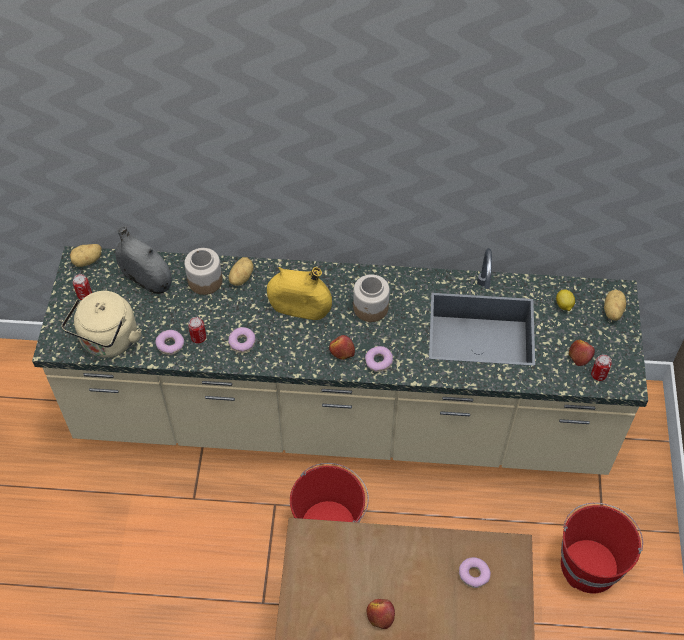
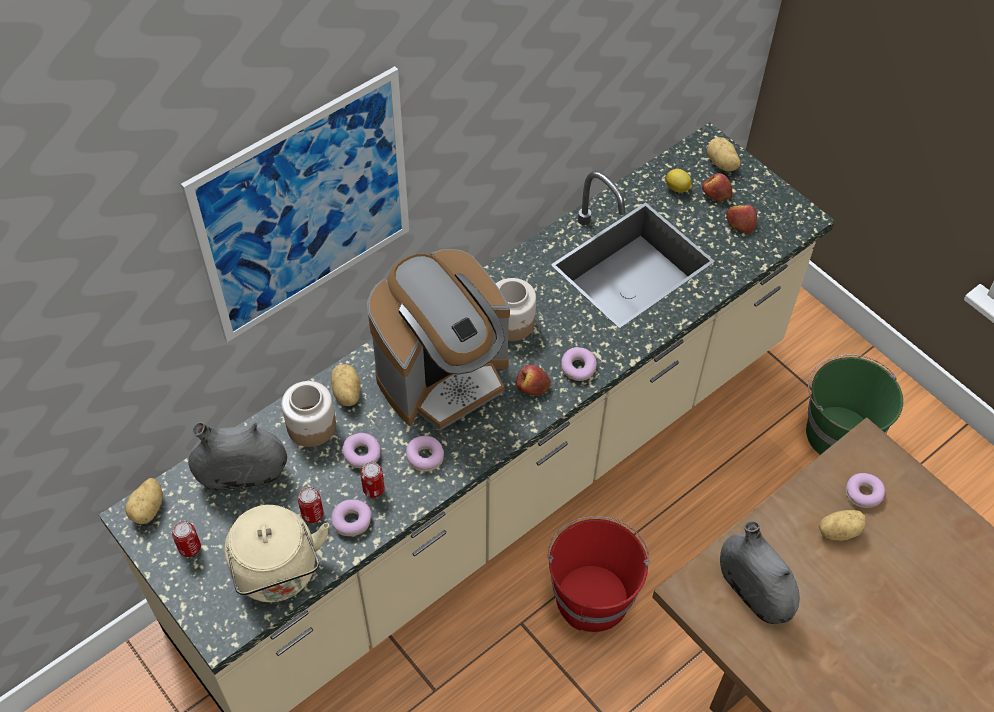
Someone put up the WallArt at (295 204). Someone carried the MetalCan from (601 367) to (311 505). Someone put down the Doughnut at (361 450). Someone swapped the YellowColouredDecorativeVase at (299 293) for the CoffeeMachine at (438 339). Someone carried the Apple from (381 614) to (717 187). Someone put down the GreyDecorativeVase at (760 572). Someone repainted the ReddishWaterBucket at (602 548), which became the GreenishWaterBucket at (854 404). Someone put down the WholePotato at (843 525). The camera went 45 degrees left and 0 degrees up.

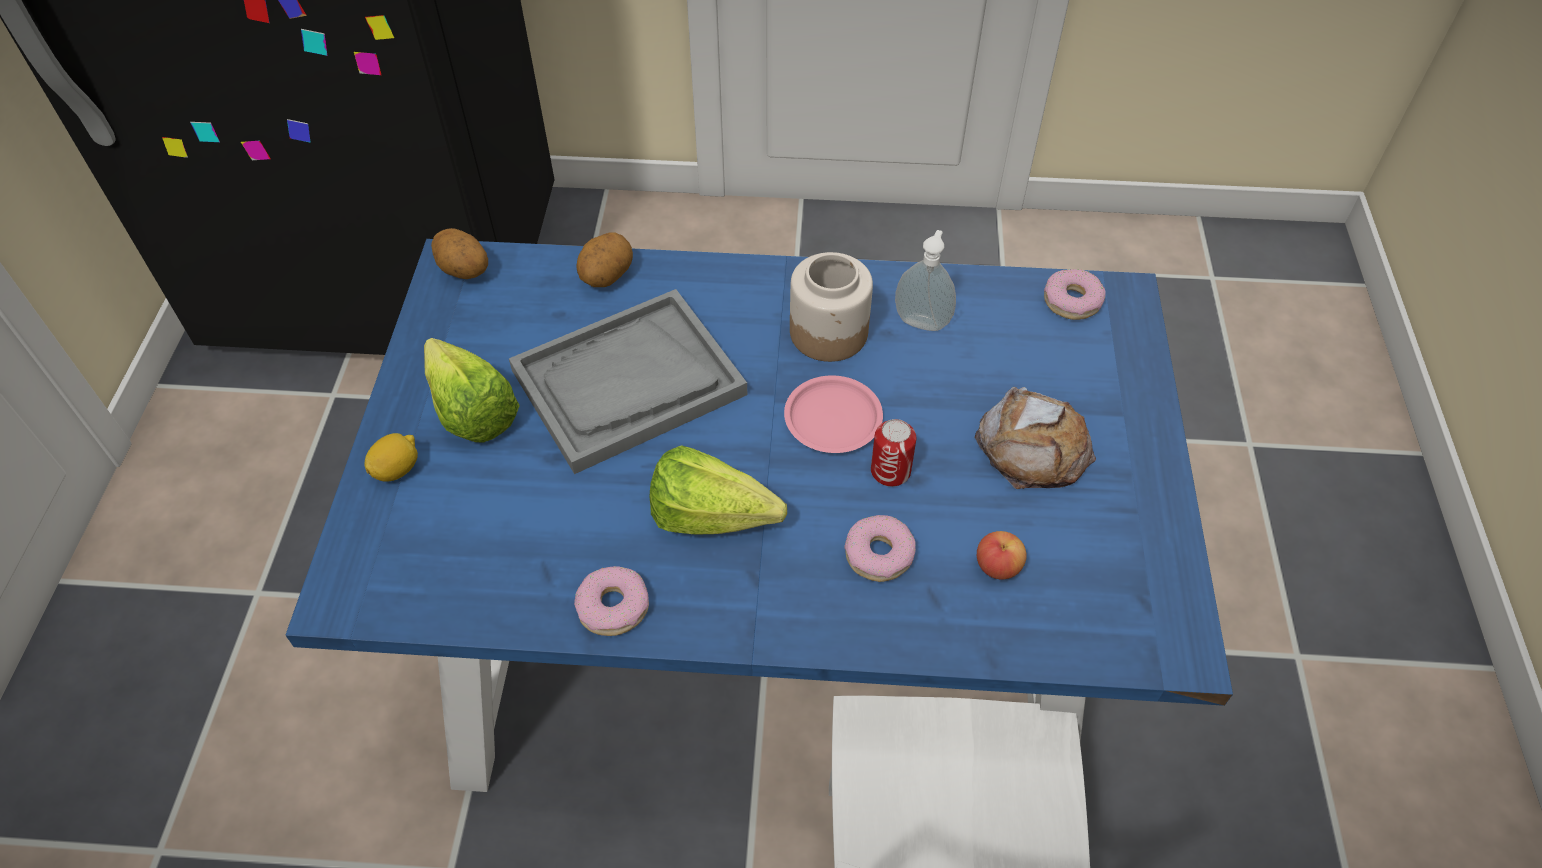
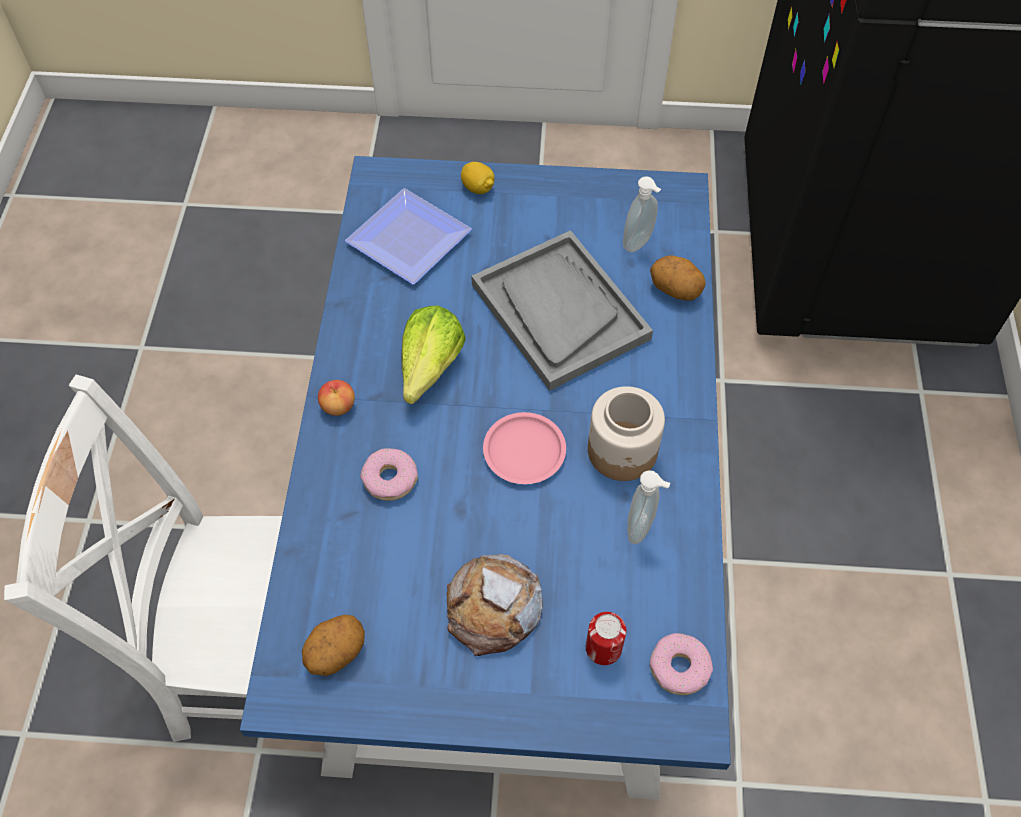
Someone carried the WholePotato from (459 253) to (333 645). Someone carried the Apple from (1002 555) to (336 398). Someone put down the Plate at (408 236). Someone carried the MetalCan from (893 453) to (606 638). Someone put down the SoapDispenser at (642 214). Someone took away the HeadOfLettuce at (472 390). Someone took away the Doughnut at (611 601). The camera went 90 degrees right and 5 degrees up.

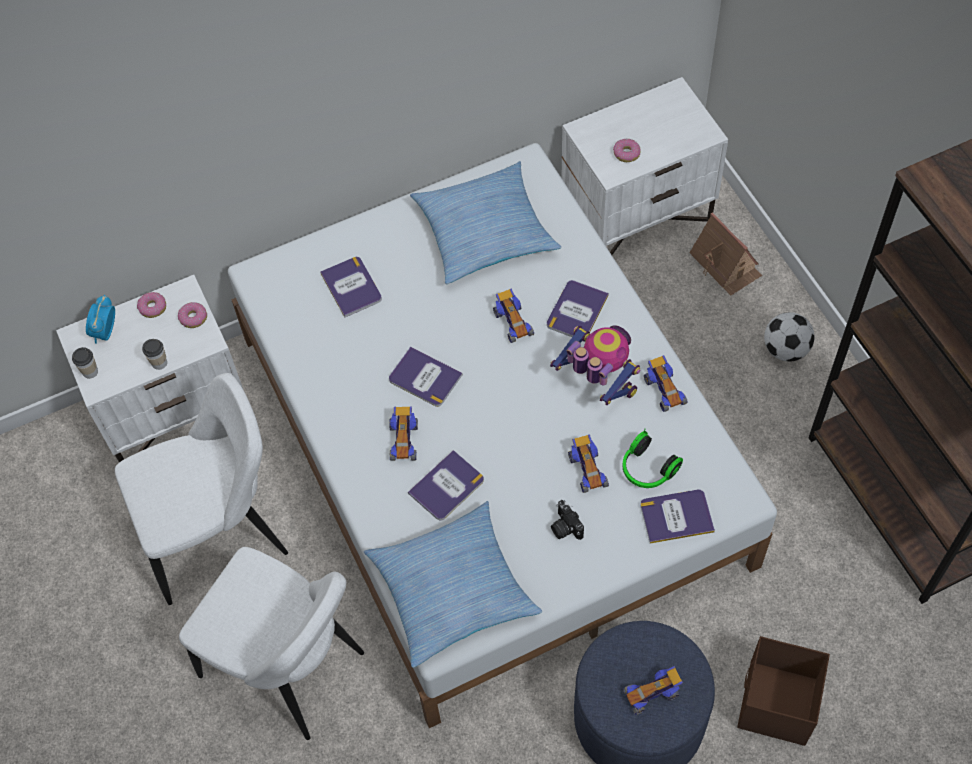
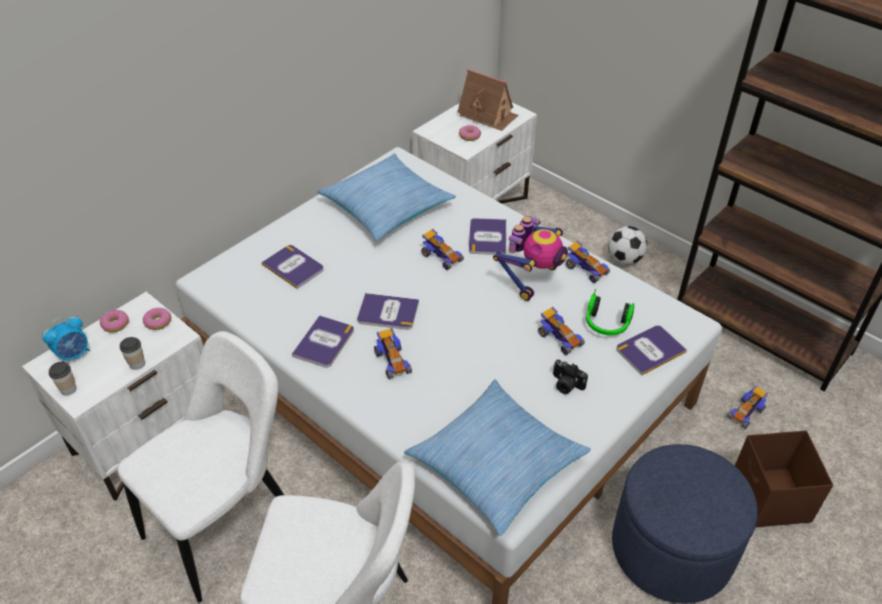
Someone rotated the BedsideClock at (100 319) by 120 degrees counterclockwise. Someone carried the Book from (446 485) to (323 341). Someone carried the MiniatureHouse from (725 253) to (487 100). Someone rotated the ModelRobot at (595 365) by 105 degrees clockwise. Someone carried the ToyCar from (653 690) to (747 407). The camera went 25 degrees left and 15 degrees down.

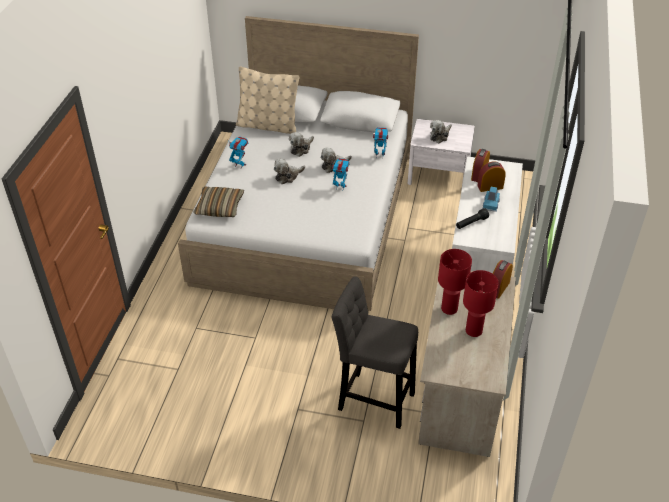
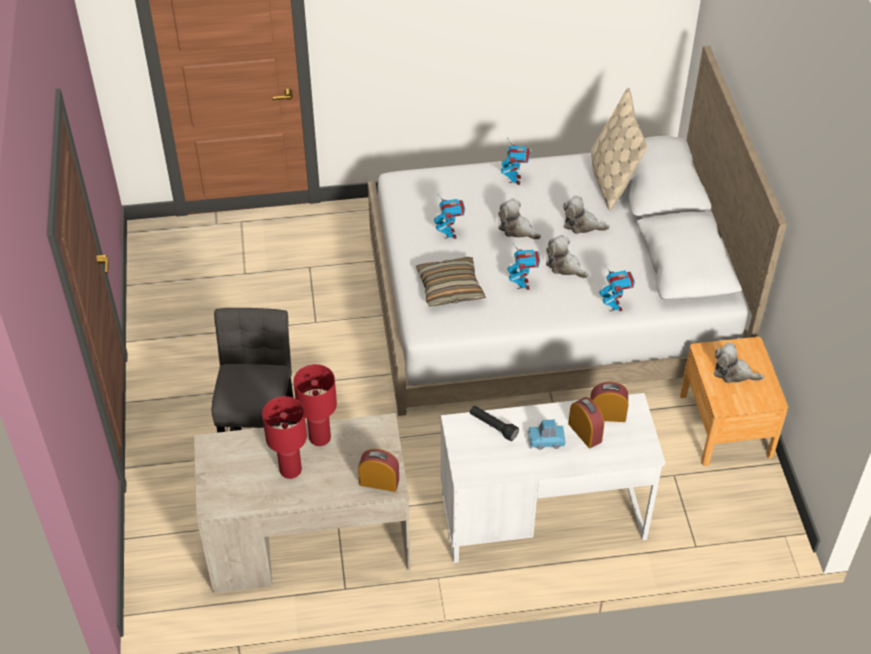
Someone carried the Pillow from (218 201) to (451 281). Someone put down the ModelRobot at (449 216). Someone repainted the WhitishBedsideTable at (441 155), which became the BrownBedsideTable at (734 401). The camera went 70 degrees right and 5 degrees up.

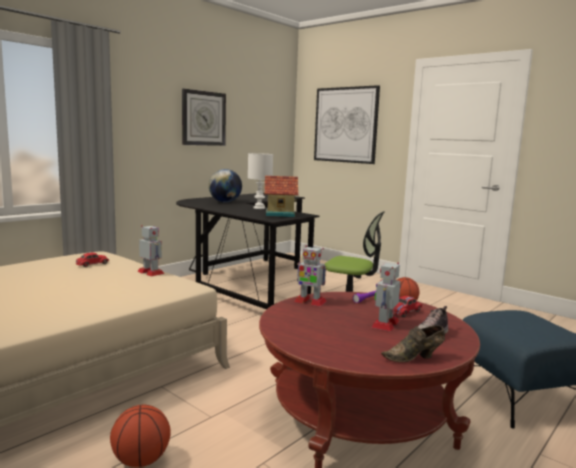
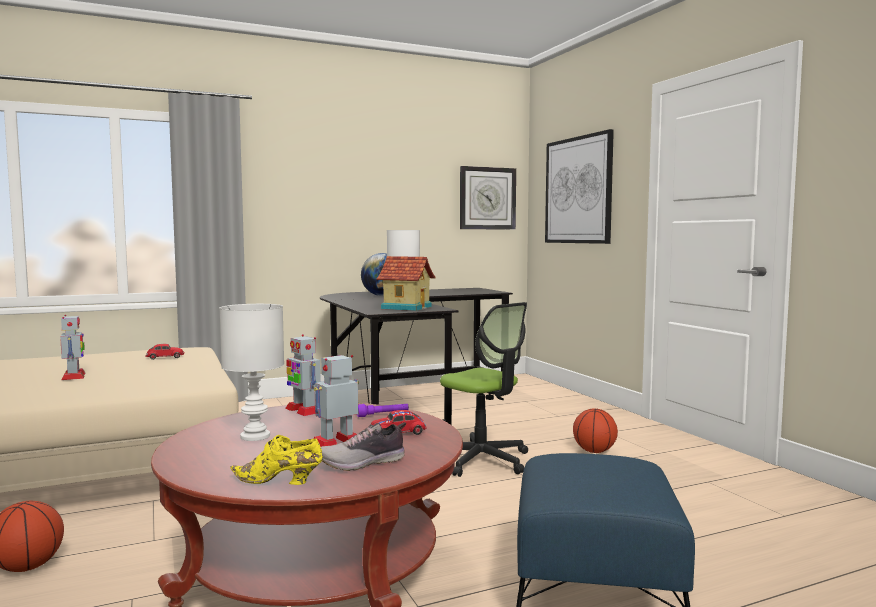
Someone carried the ModelRobot from (150 251) to (73 347). Someone put down the WhitishTableLamp at (252 372). Someone repainted the BrownItemOfFootwear at (413 343), which became the YellowColouredItemOfFootwear at (276 460). Someone carried the HangingClock from (204 117) to (488 197). The camera went 25 degrees right and 5 degrees down.

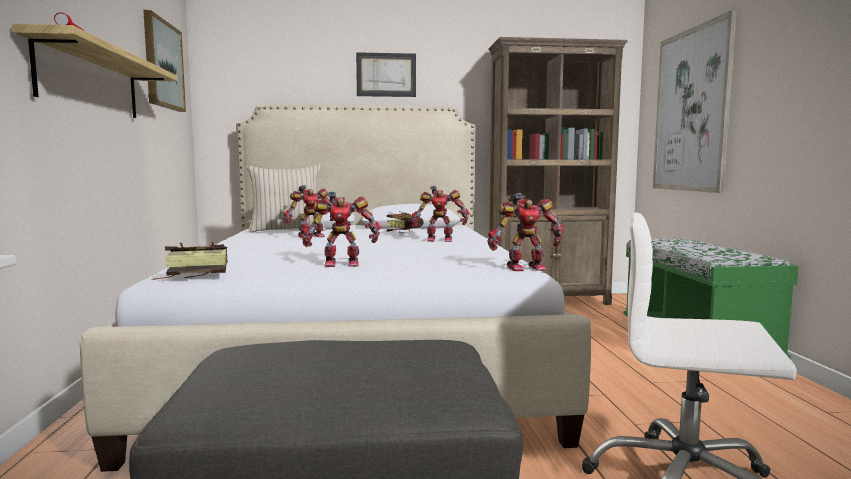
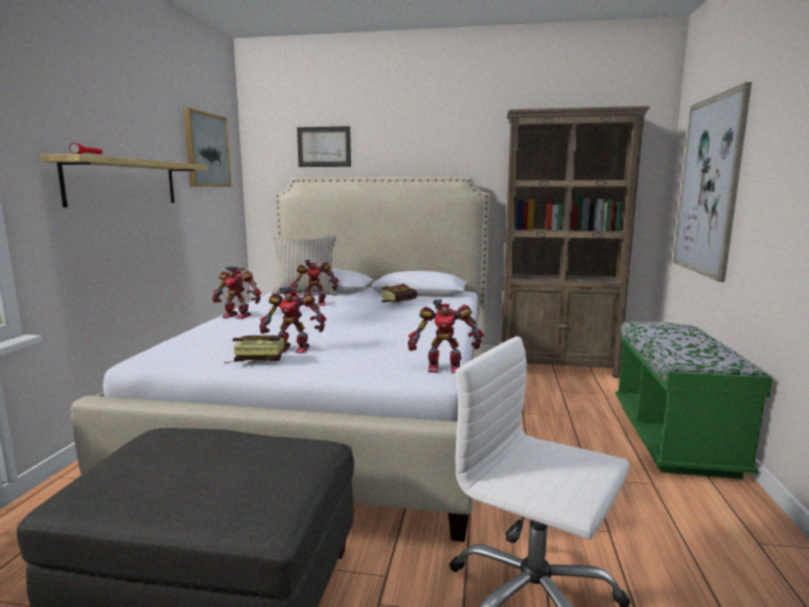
Someone carried the ModelRobot from (440 214) to (236 292). Someone carried the Book from (190 261) to (255 349). Someone carried the WallArt from (386 74) to (324 146). The camera went 15 degrees right and 5 degrees up.

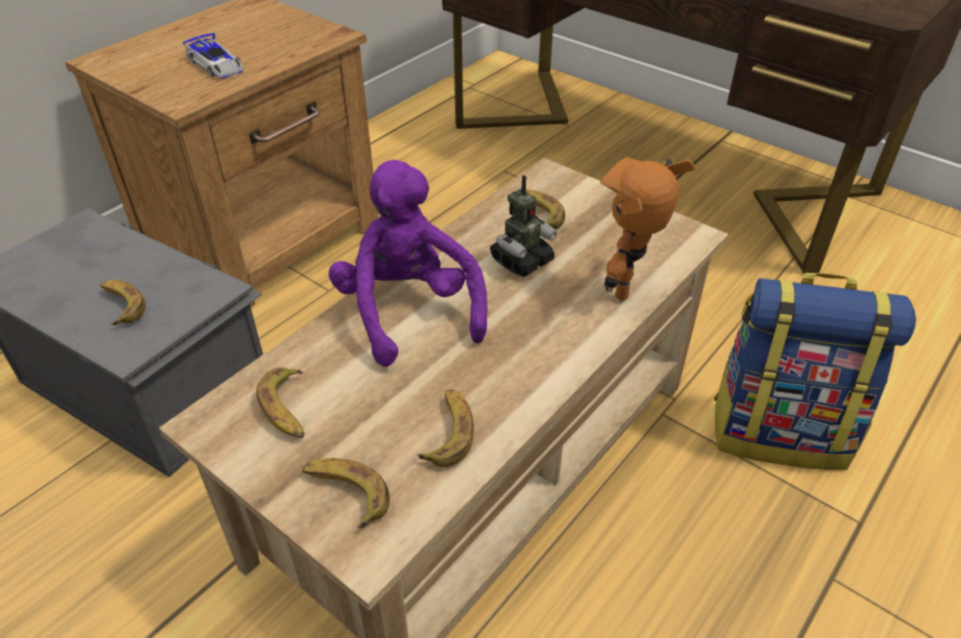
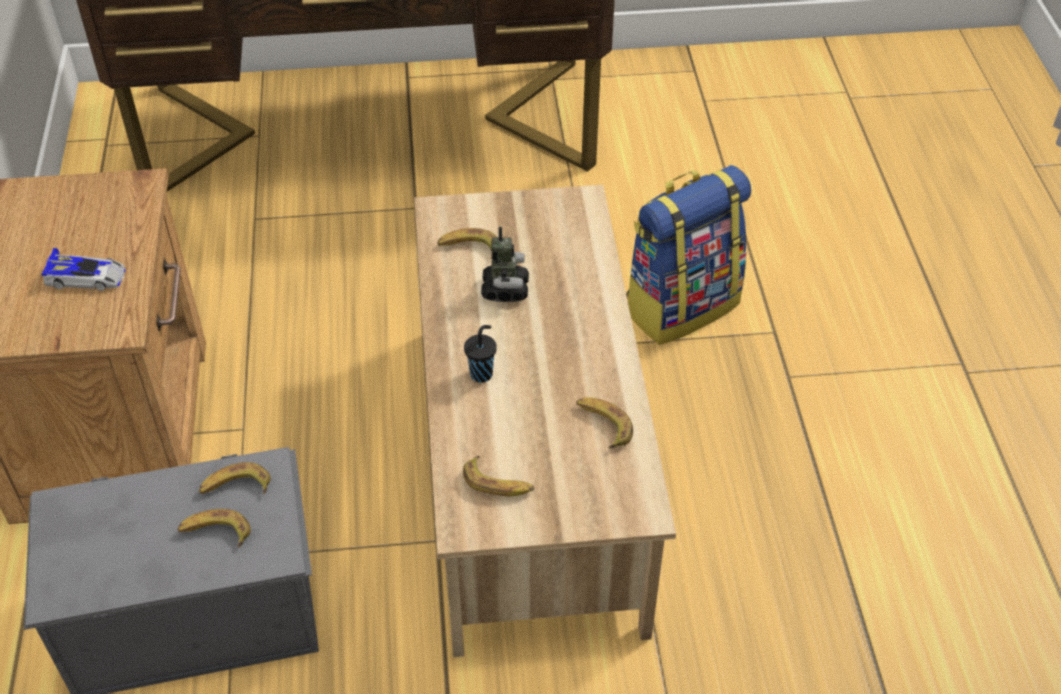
Someone carried the BananaFruit from (346 493) to (235 478). Someone swapped the PurplishCuddlyToy at (408 263) for the BlackColouredCup at (480 354). Someone took away the ModelRobot at (647 229). The camera went 45 degrees left and 5 degrees up.

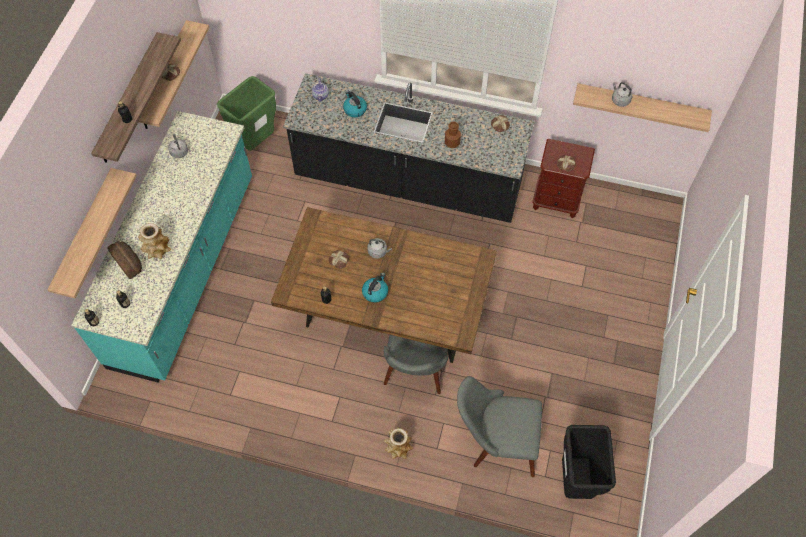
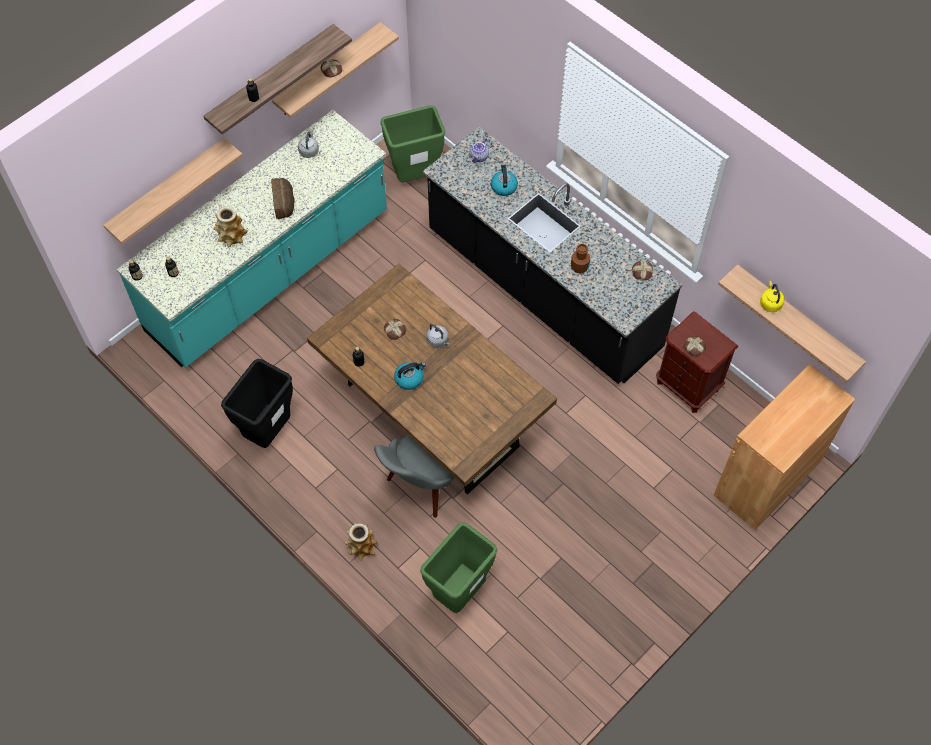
Someone carried the BlackColouredTrashCan from (589 462) to (257 403). Someone carried the BakeryBread from (125 260) to (282 198). Someone swapped the GreyChair at (499 426) for the GreenishTrashCan at (458 567). Someone put down the BrownCabinet at (784 447). Someone repainted the GreyWaterKettle at (622 94), which became the YellowColouredWaterKettle at (772 296). The camera went 30 degrees right and 0 degrees up.

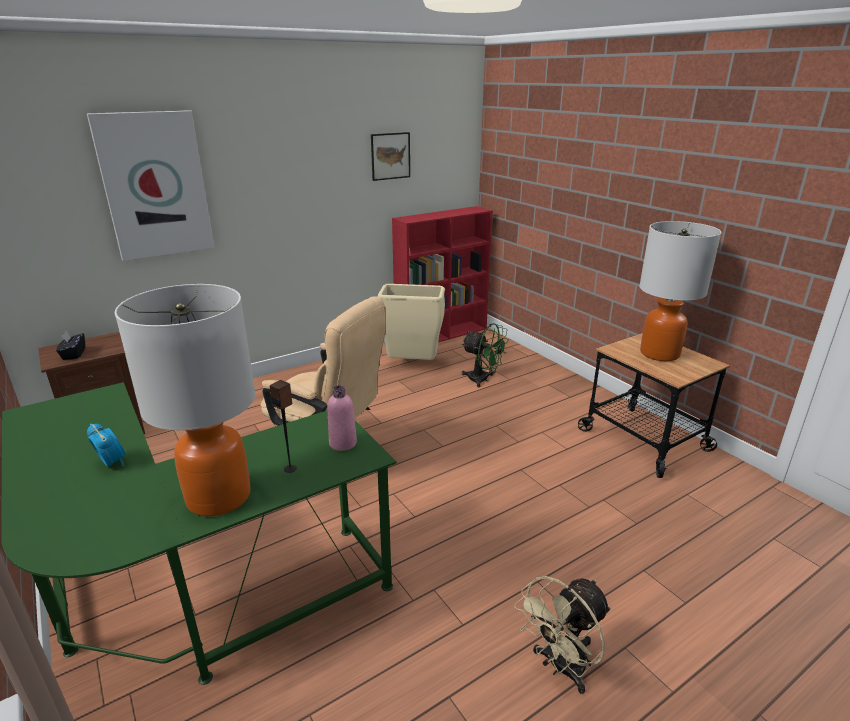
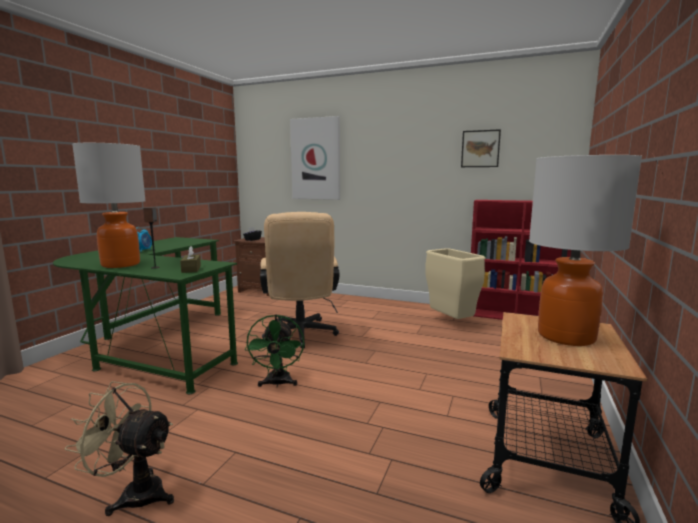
Someone swapped the PinkBeverageBottle at (342 418) for the BrownBoxOfTissues at (190 259). Someone carried the GreenishElectricFan from (485 355) to (274 350). The camera went 55 degrees right and 15 degrees down.

